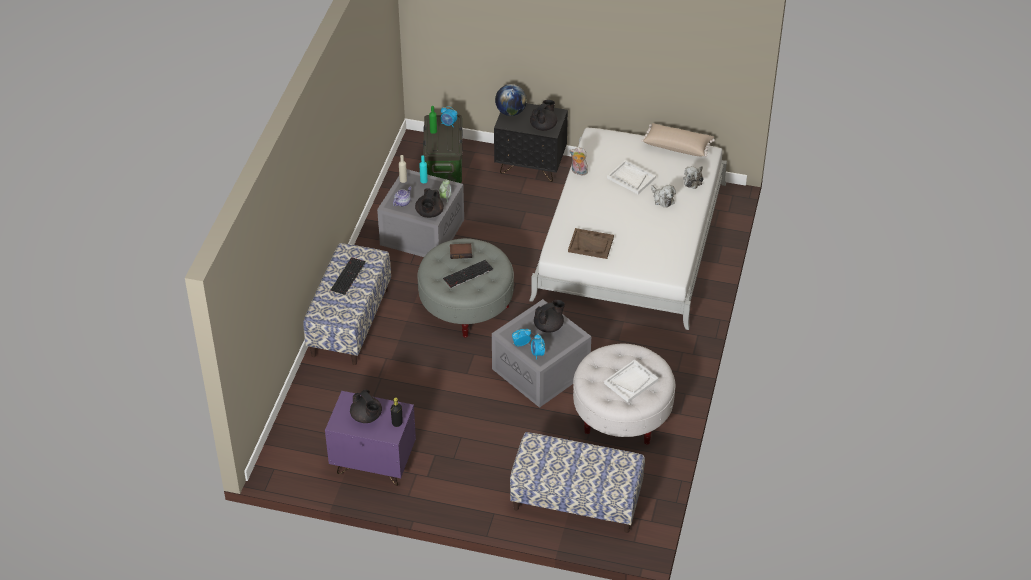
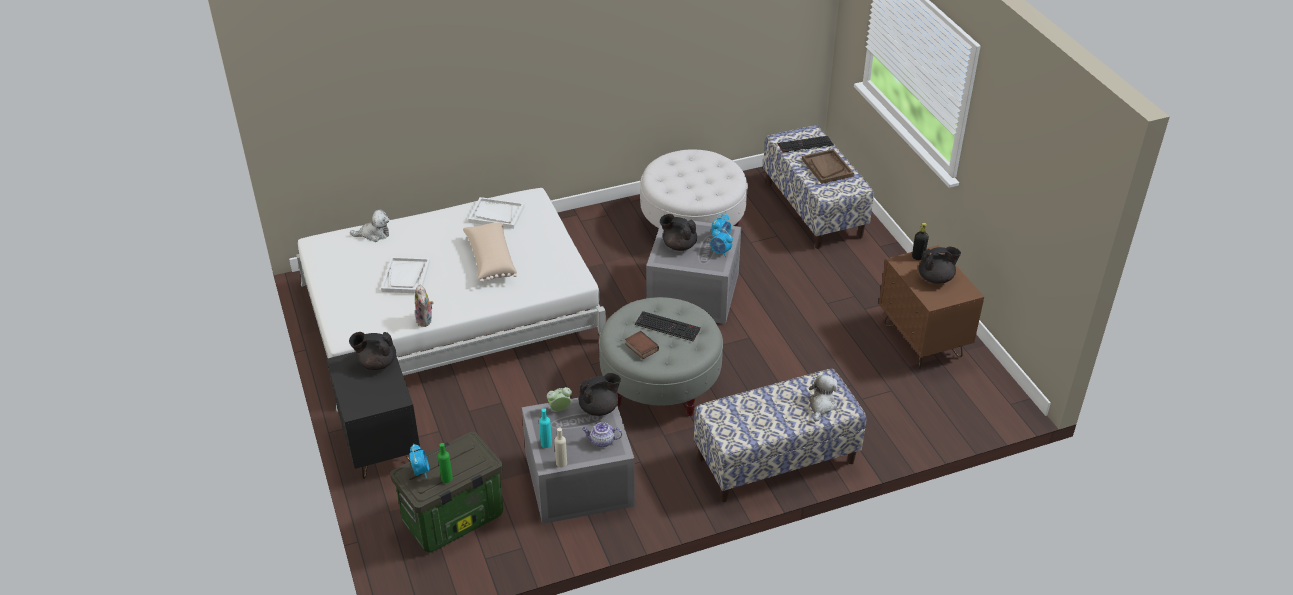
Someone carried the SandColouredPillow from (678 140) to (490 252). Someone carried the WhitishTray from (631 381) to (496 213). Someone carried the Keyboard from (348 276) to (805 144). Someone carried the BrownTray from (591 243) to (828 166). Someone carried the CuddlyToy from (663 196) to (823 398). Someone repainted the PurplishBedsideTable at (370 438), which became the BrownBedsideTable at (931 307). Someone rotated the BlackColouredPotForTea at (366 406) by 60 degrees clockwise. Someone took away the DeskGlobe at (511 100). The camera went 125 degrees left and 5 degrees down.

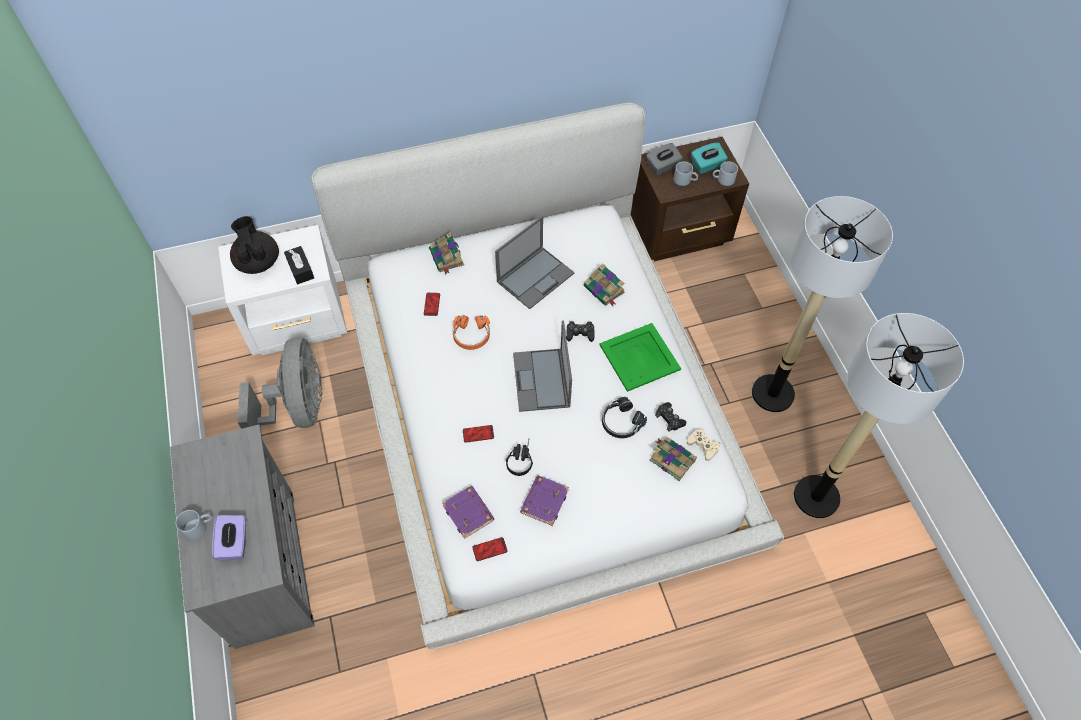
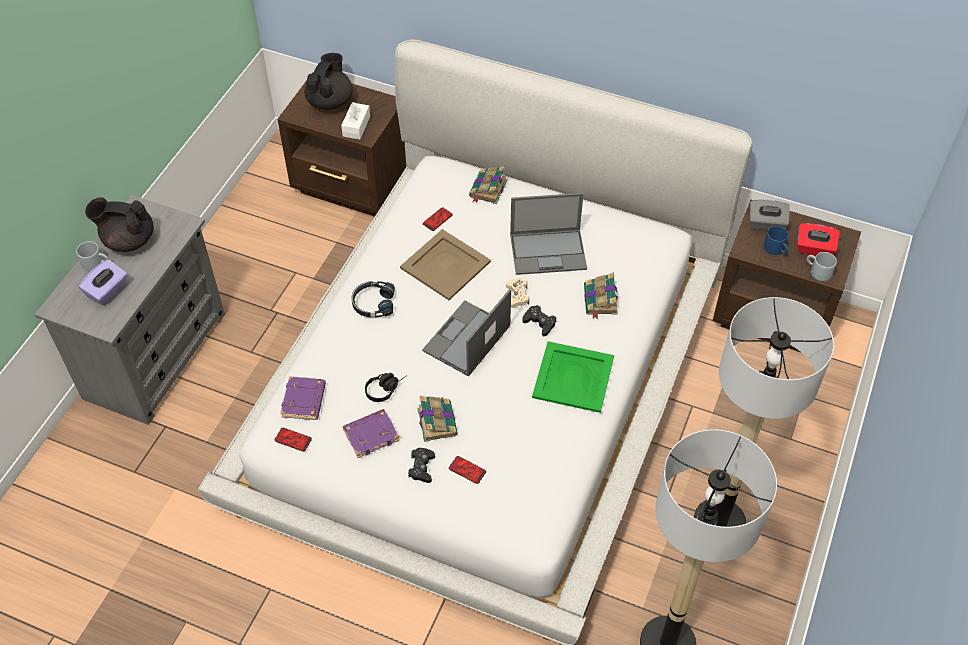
Someone put down the BlackColouredPotForTea at (119 224). Someone repainted the WhitishBedsideTable at (282 290), which became the BrownBedsideTable at (341 144). Someone repainted the BlackColouredBoxOfTissues at (299 265), which became the WhitishBoxOfTissues at (355 120). Someone carried the BlackColouredPairOfHeadphones from (624 417) to (373 299). Someone swapped the OrangePairOfHeadphones at (471 332) for the SandColouredTray at (445 264). Someone carried the BlackColouredGameController from (670 417) to (421 465). Someone carried the Book from (673 459) to (437 419). Someone carried the Telephone from (478 434) to (467 470). Someone carried the SandColouredGameController from (703 445) to (517 293). Someone repainted the GreyTeaMug at (686 173), which became the BlueTeaMug at (776 240). Someone repainted the BlueGreenBoxOfTissues at (709 158), which became the ReddishBoxOfTissues at (818 239). Someone took away the GreyElectricFan at (280 383). The camera went 40 degrees right and 5 degrees down.

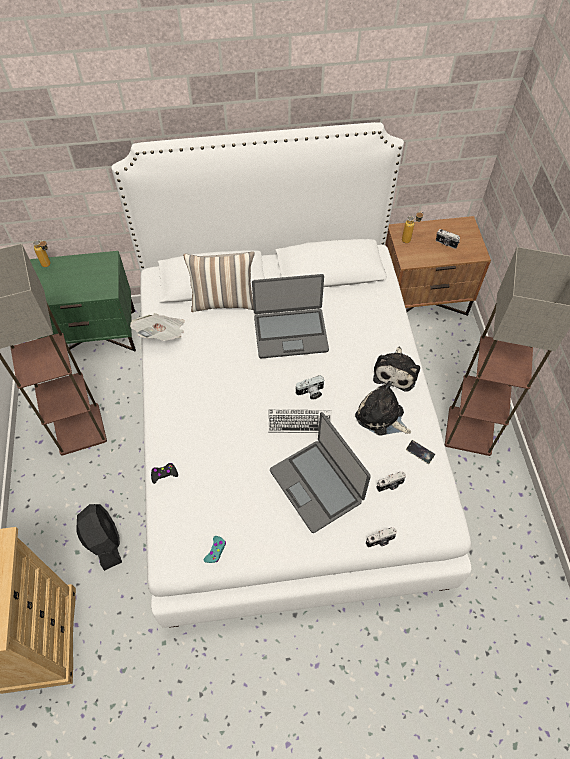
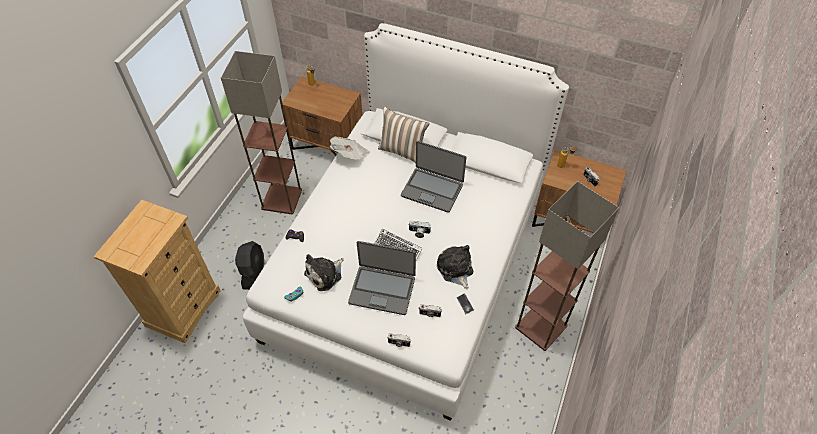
Someone repainted the GreenishBedsideTable at (83 301), which became the BrownBedsideTable at (322 116). Someone carried the CuddlyToy from (396 369) to (323 272). Someone rotated the Laptop at (320 472) by 75 degrees counterclockwise. The camera went 30 degrees right and 5 degrees down.

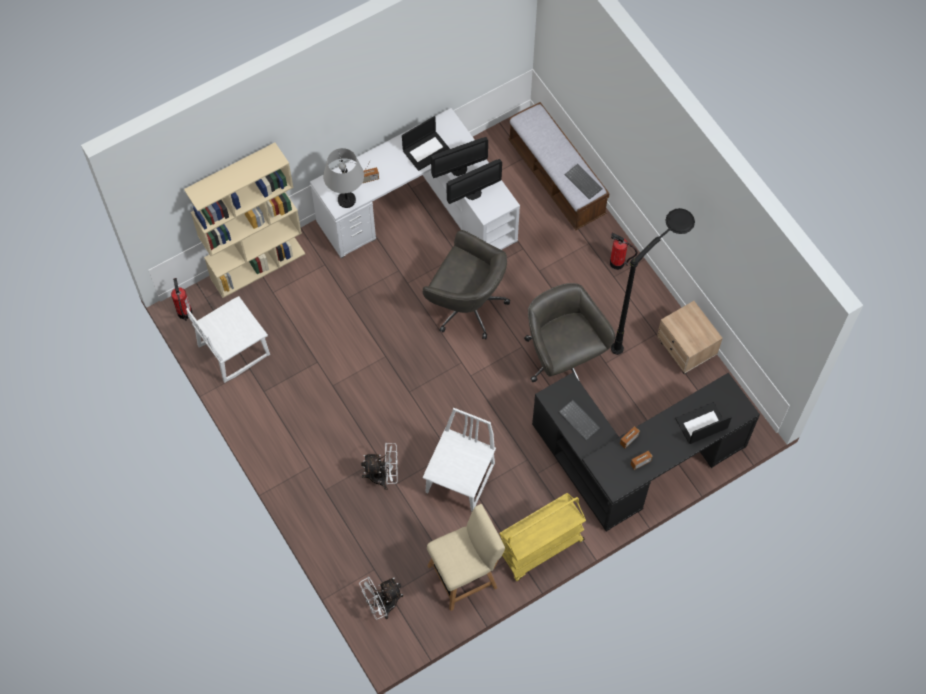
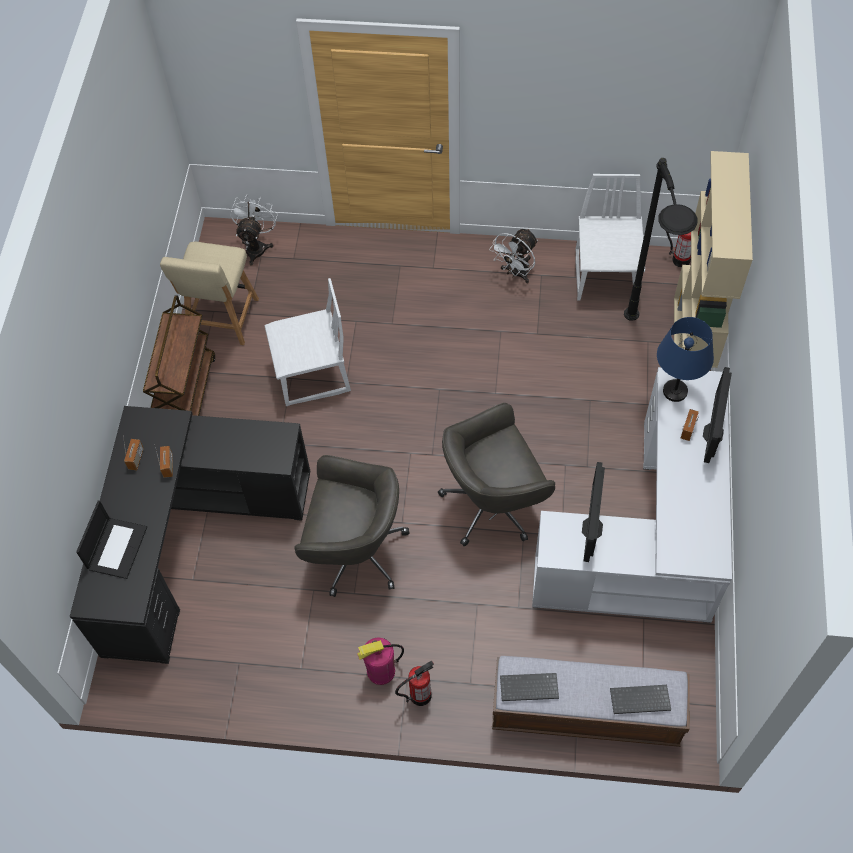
Someone repainted the YellowColouredCart at (542 537), which became the BrownCart at (179 355). Someone rotated the WhitishChair at (459 459) by 75 degrees counterclockwise. Someone put down the FireFightingCylinder at (380 661). Someone carried the WhitishElectricFan from (379 466) to (513 255). Someone carried the Keyboard from (579 420) to (640 699). Someone carried the BlackColouredStandingLamp from (653 281) to (660 239). Someone repainted the GreyTableLamp at (343 178), which became the BlueTableLamp at (685 359). Someone carried the Monitor from (459 157) to (717 415). Someone took away the Laptop at (426 143). Someone took away the SandColouredBedsideTable at (690 337). The camera went 130 degrees right and 5 degrees down.

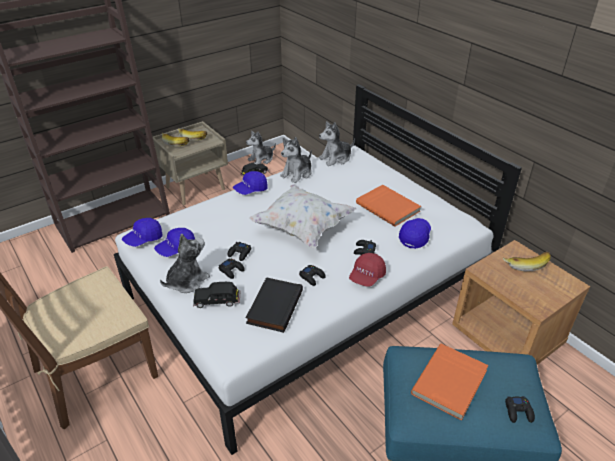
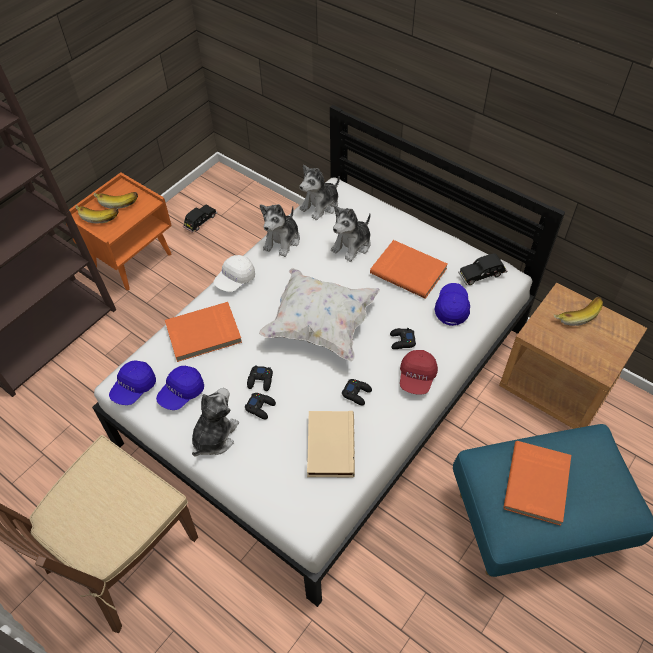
Someone repainted the SandColouredBedsideTable at (190 163), which became the OrangeBedsideTable at (119 231). Someone put down the OrangeBook at (203 332). Someone repainted the BluePeakedCap at (250 183), which became the WhitishPeakedCap at (234 273). Someone repainted the BlackColouredBook at (274 305), which became the SandColouredBook at (331 444). Someone carried the CuddlyToy from (261 148) to (351 233). Someone carried the BlackColouredToyCar from (216 295) to (482 269). Someone took away the BlackColouredGameController at (520 409). The camera went 15 degrees left and 15 degrees up.

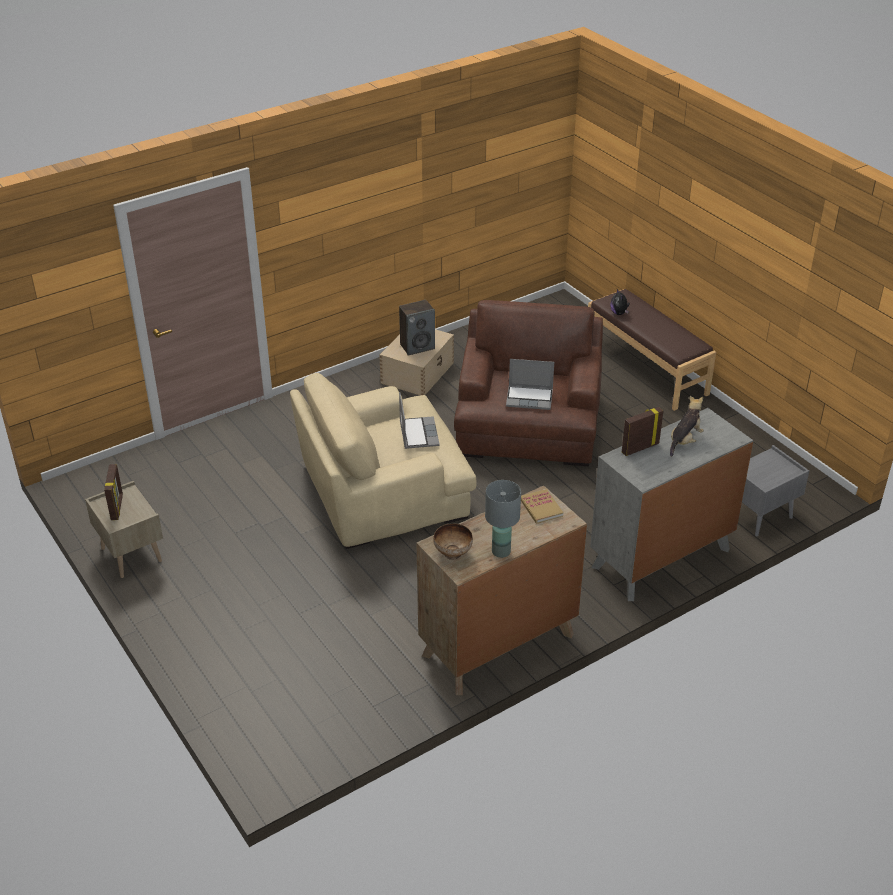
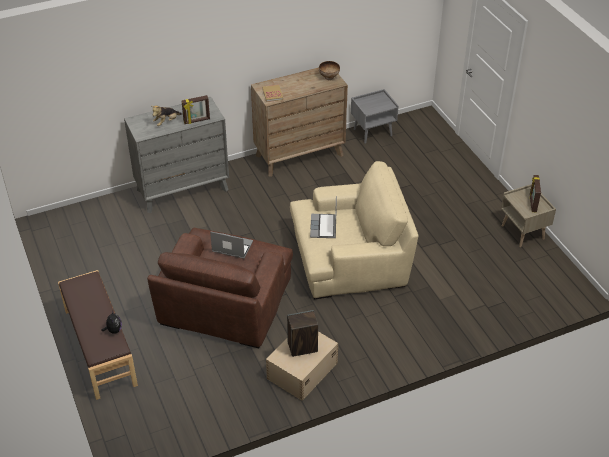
Someone carried the GreyBedsideTable from (775 491) to (375 116). Someone took away the GreyTableLamp at (503 519). The camera went 170 degrees left and 5 degrees up.

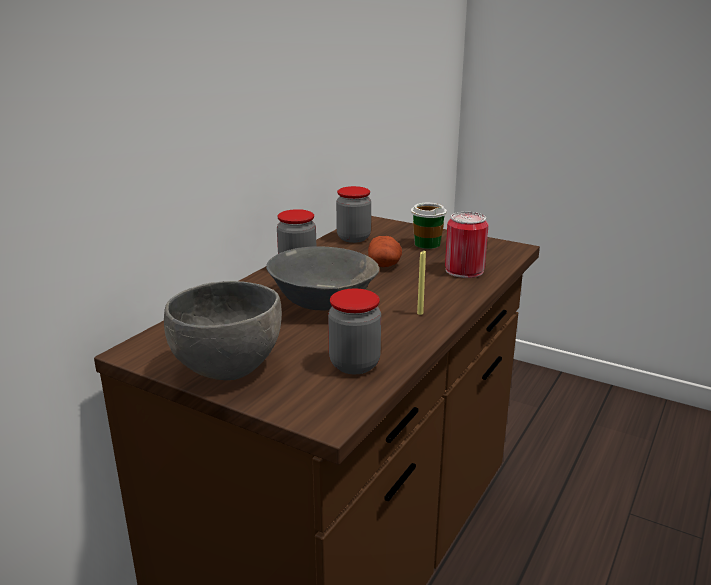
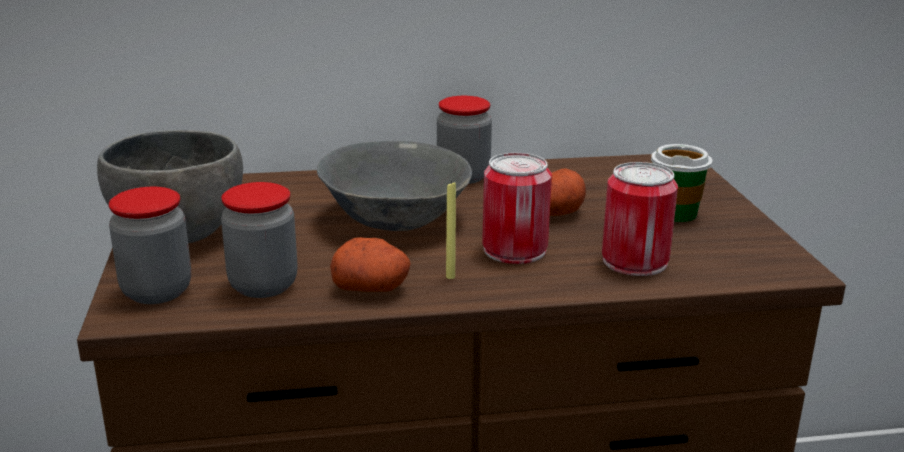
Someone carried the Jar from (353 214) to (150 245). Someone put down the WholePotato at (370 264). Someone put down the MetalCan at (517 208). The camera went 50 degrees right and 0 degrees up.

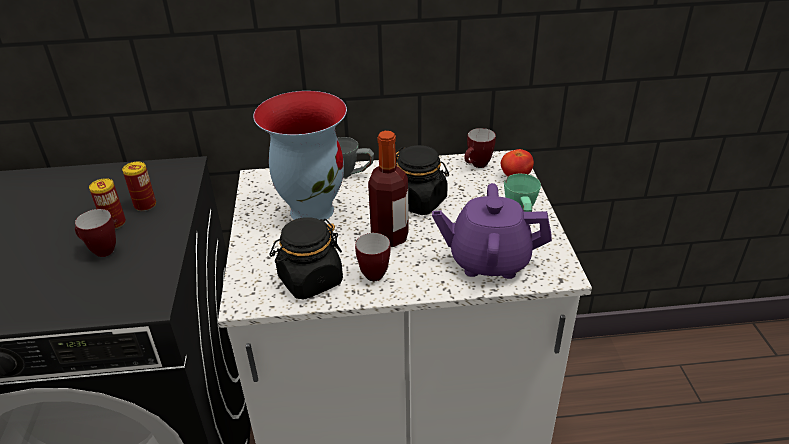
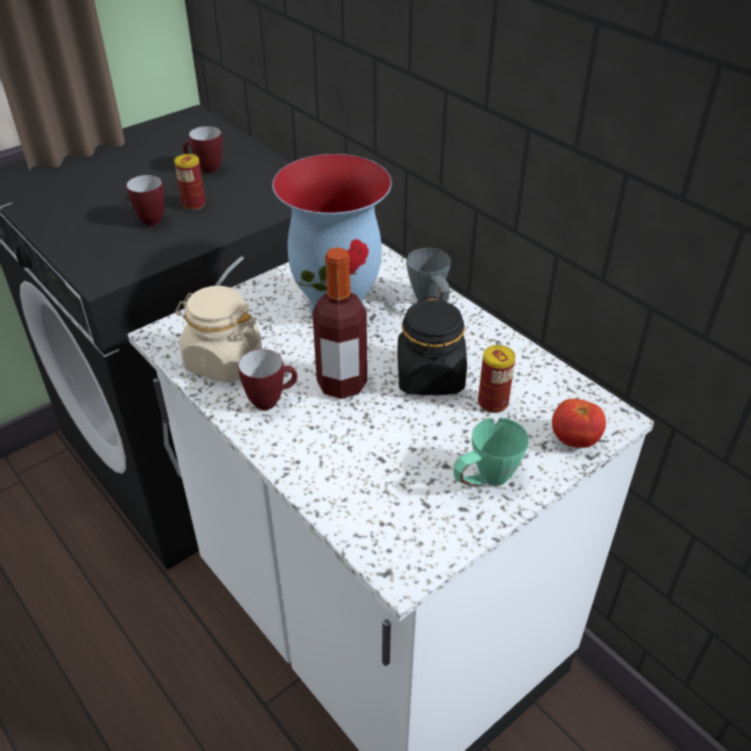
Someone repainted the BlackColouredJar at (306 258), which became the SandColouredJar at (218 334). Someone carried the TeaMug from (480 148) to (203 149). Someone carried the MetalCan from (139 186) to (496 379). Someone took away the PurplishPotForTea at (492 231). The camera went 55 degrees right and 5 degrees up.

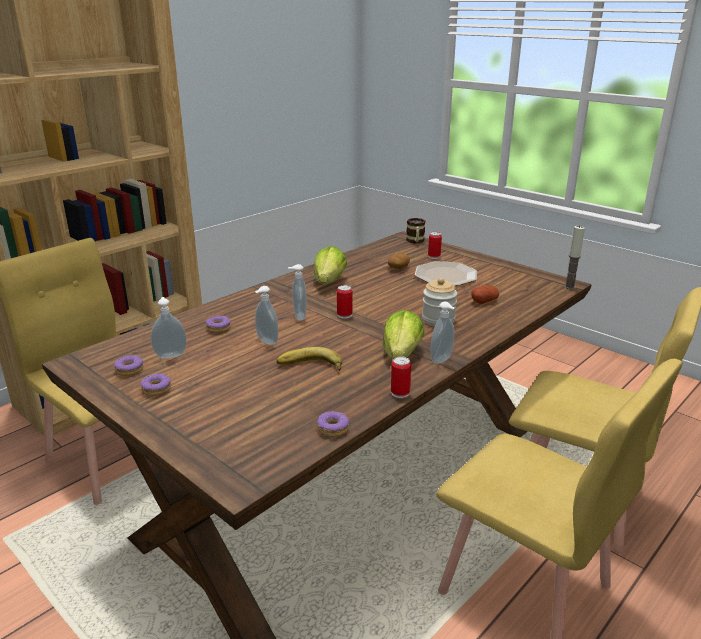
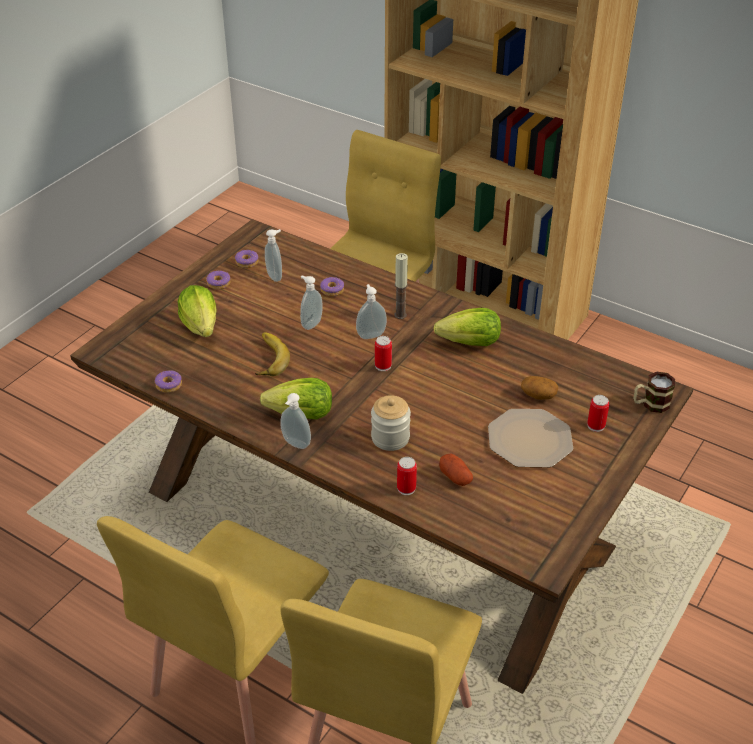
Someone put down the HeadOfLettuce at (197 311). Someone carried the Candle from (574 257) to (401 286). Someone carried the MetalCan from (401 377) to (407 476). The camera went 80 degrees right and 15 degrees up.

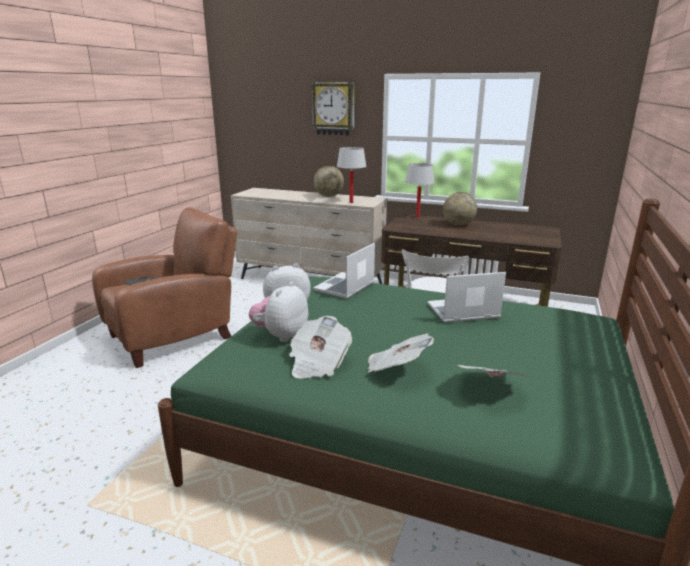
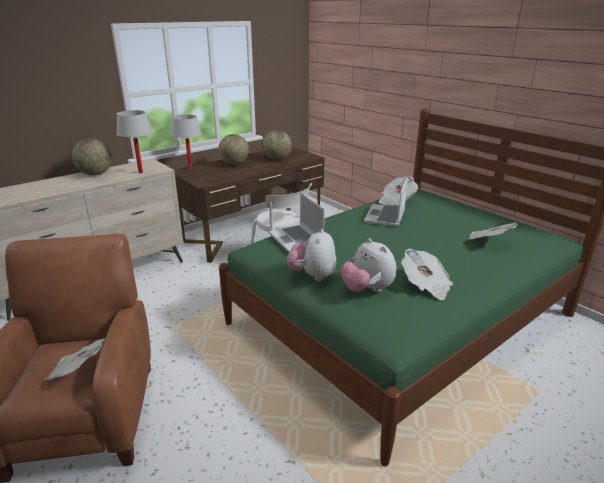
Someone put down the DeskGlobe at (277 145). Someone carried the Newspaper from (401 353) to (398 191). Someone took away the HangingClock at (333 109). The camera went 60 degrees left and 5 degrees up.

